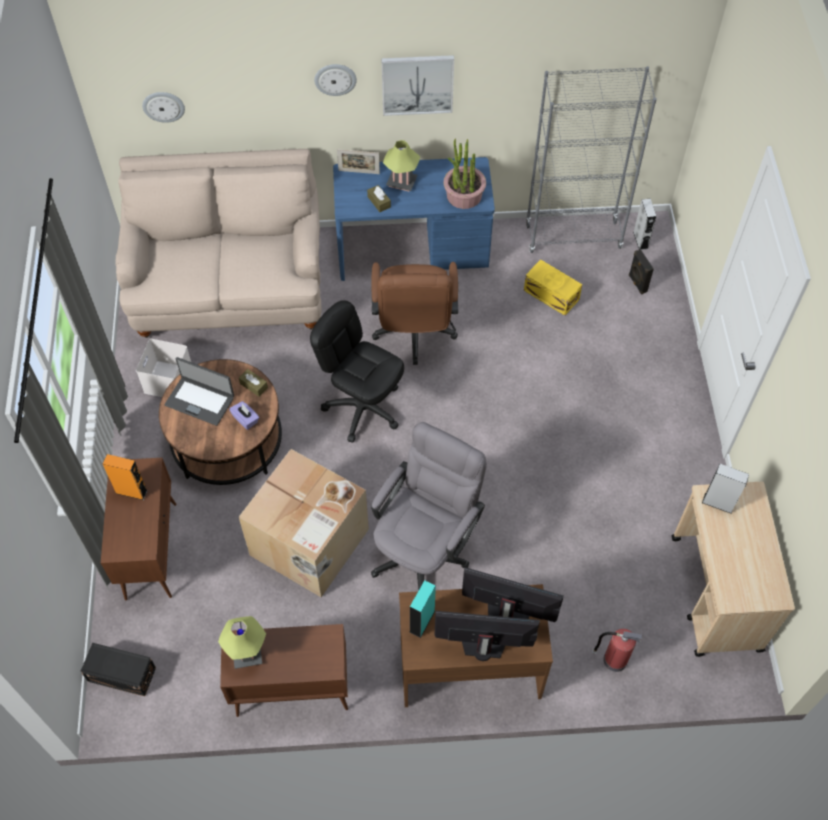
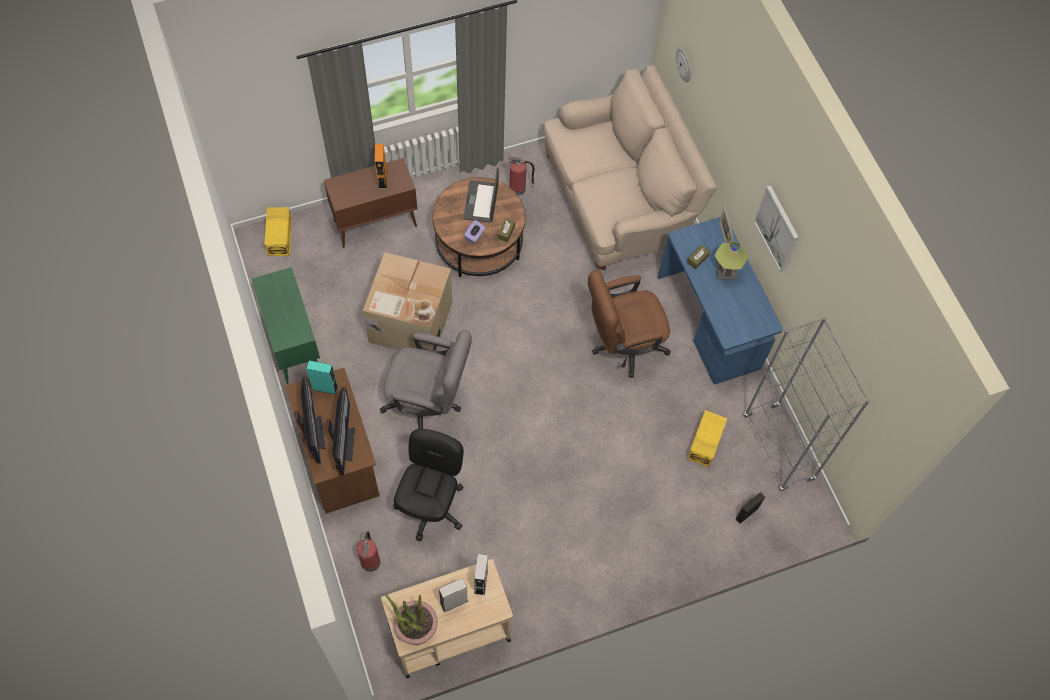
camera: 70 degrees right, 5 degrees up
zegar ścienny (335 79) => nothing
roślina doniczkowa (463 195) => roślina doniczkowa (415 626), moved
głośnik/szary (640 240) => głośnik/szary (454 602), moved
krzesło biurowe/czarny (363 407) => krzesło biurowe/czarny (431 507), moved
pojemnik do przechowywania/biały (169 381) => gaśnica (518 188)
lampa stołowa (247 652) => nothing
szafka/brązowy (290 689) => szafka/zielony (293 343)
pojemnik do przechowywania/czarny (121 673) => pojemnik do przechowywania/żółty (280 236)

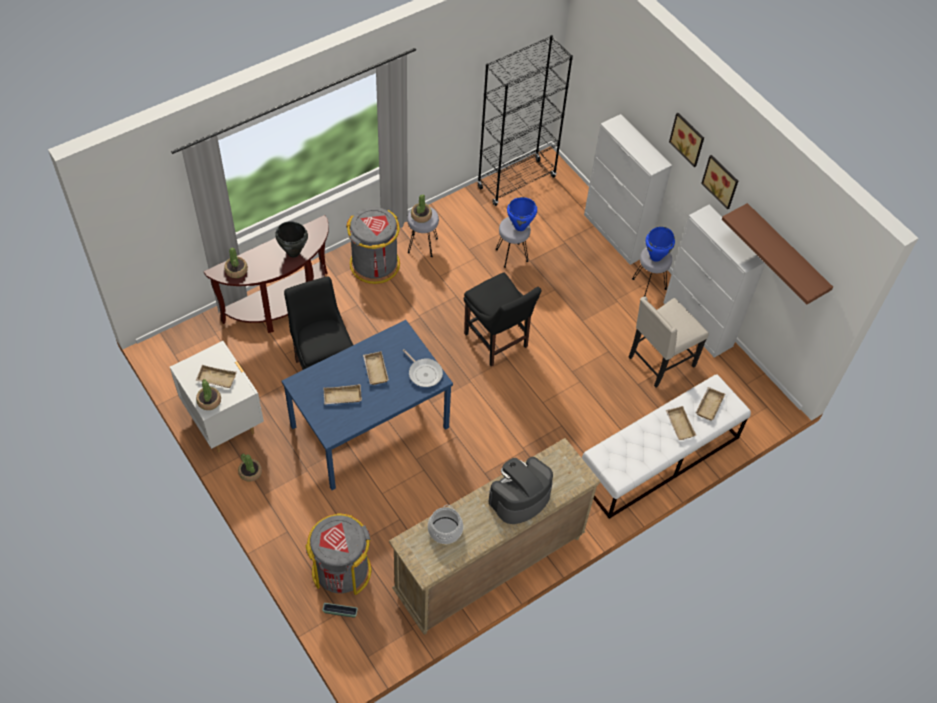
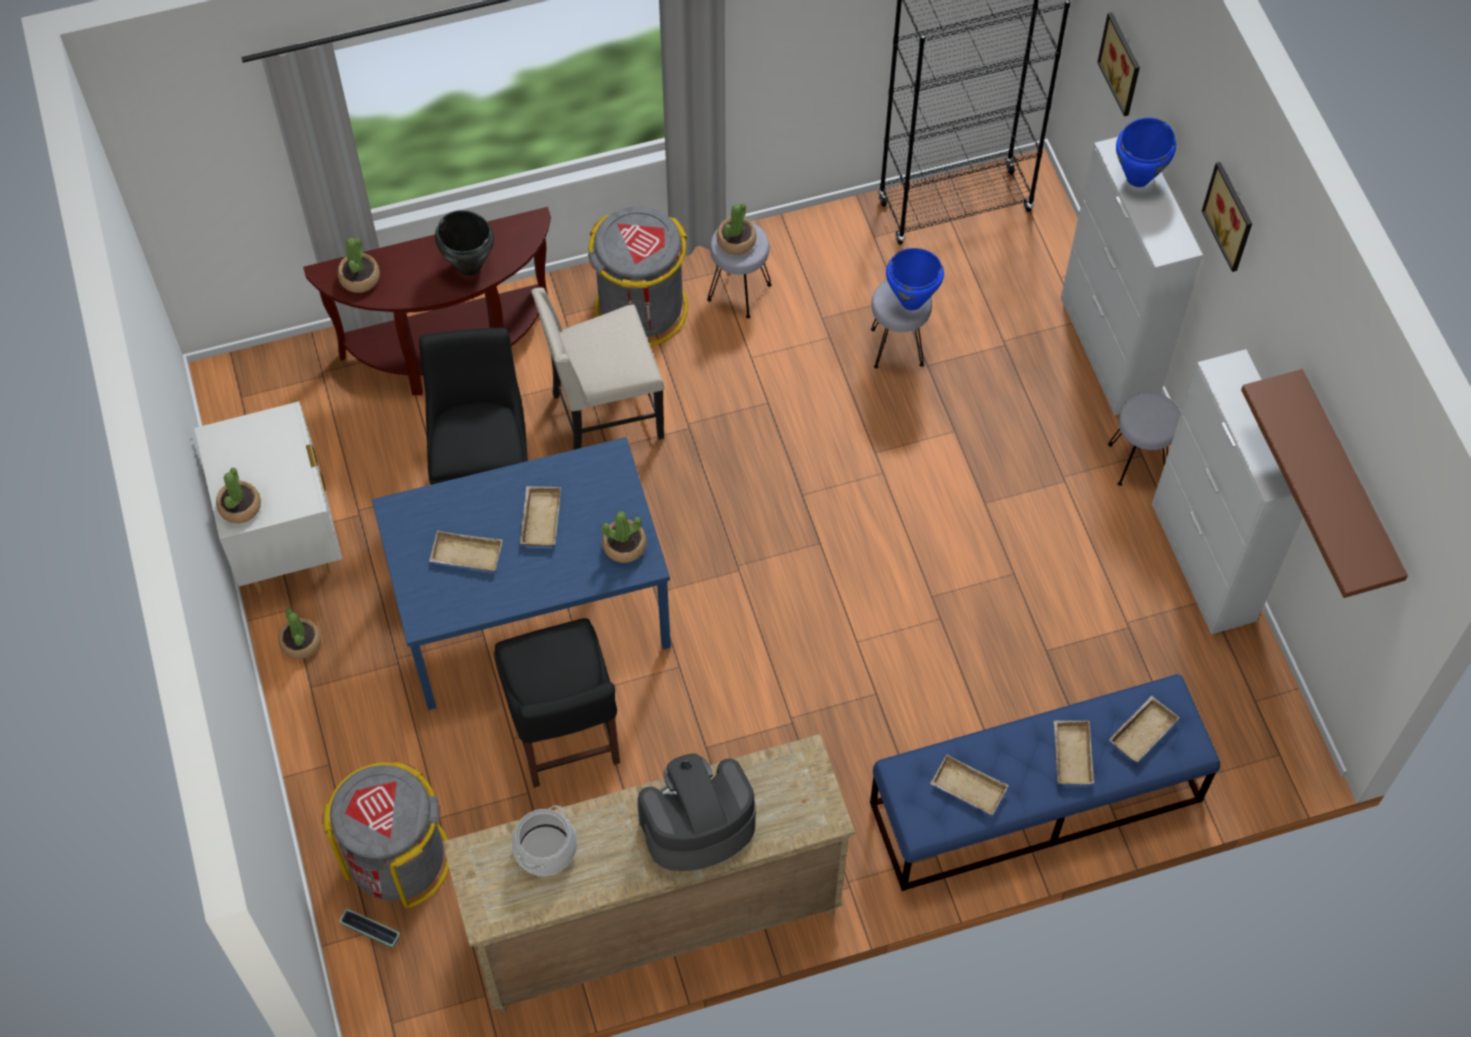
camera: 20 degrees right, 5 degrees up
obraz (721 181) => obraz (1123 63), moved
garnek/niebieski (656 257) => garnek/niebieski (1138 178), moved
krzesło/czarny (497 342) => krzesło/czarny (565 740), moved
krzesło/beżowy (659 362) => krzesło/beżowy (604 415), moved
patelnia (424 373) => roślina doniczkowa (624 545)
taca/beżowy (216 379) => taca/beżowy (966 789), moved
ławka/biały (658 459) => ławka/niebieski (1034 802)

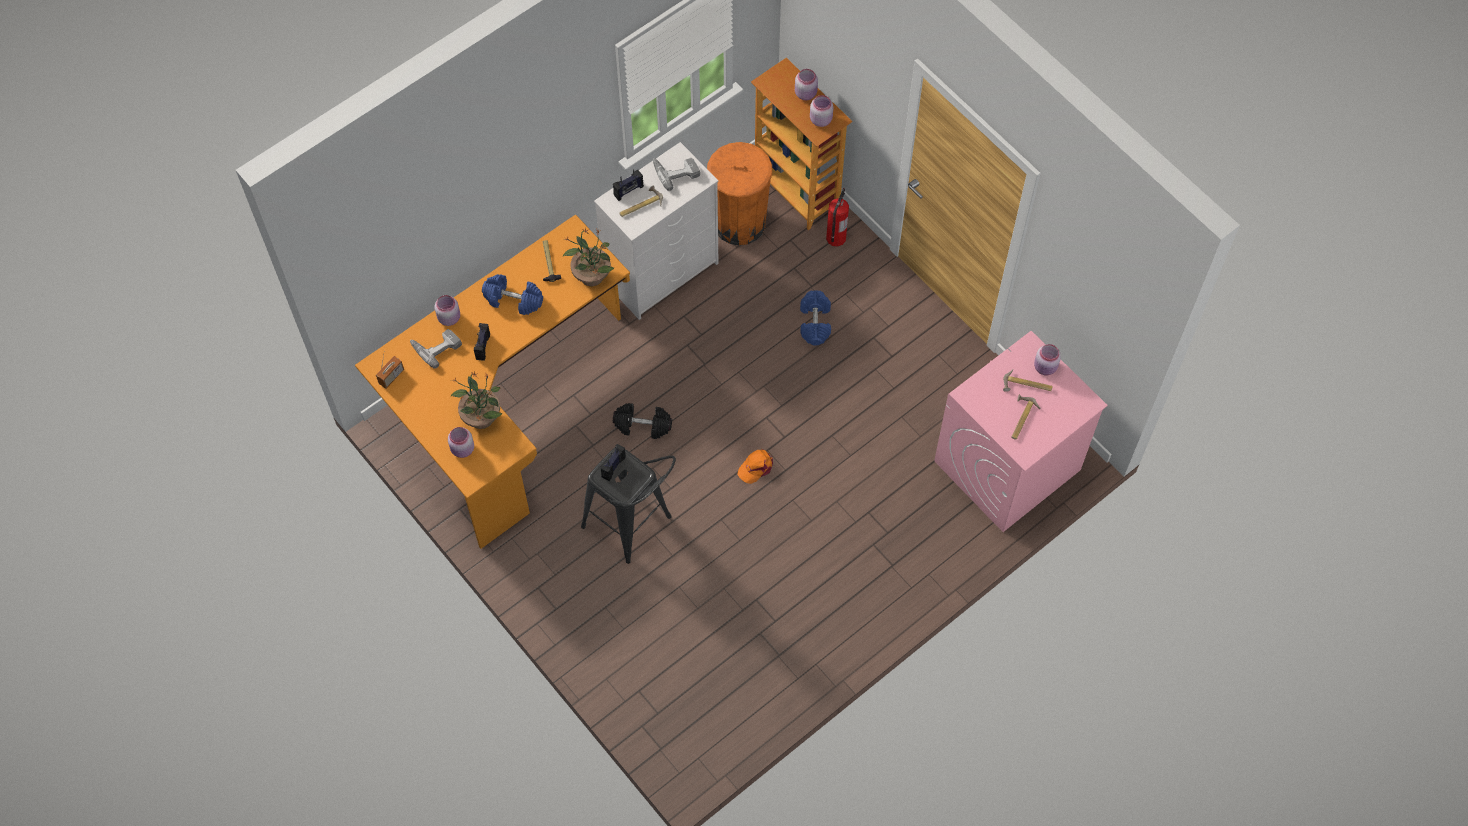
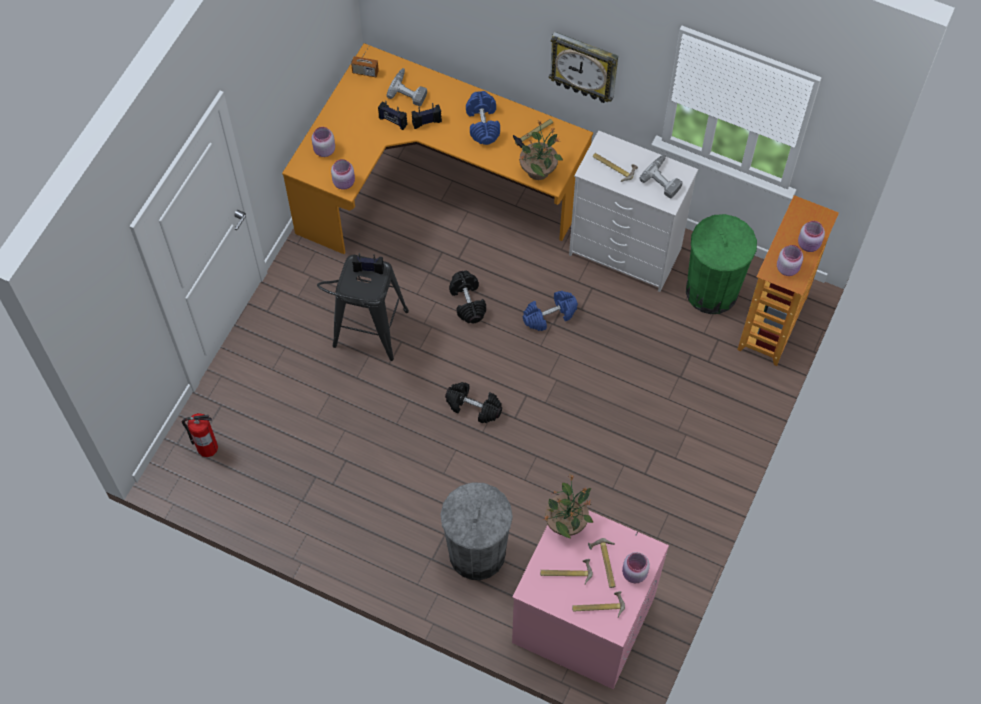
camera: 65 degrees right, 0 degrees up
kosz na śmieci/pomarańczowy (739 222) => kosz na śmieci/zielony (712 291)
radio (628 191) => radio (393 121), moved
gaśnica (836 238) => gaśnica (207 447), moved
hantel/niebieski (815 323) => hantel/niebieski (549 316), moved
słoik/różowy (449 317) => słoik/różowy (344 182), moved
roślina doniczkowa (481 417) => roślina doniczkowa (566 522), moved
czapka z daszkiem/pomarańczowy (756 467) => hantel/czarny (473 407)
nothing => zegar ścienny (584 67)
nothing => kosz na śmieci/szary (477 553)
nothing => młotek (598 605)

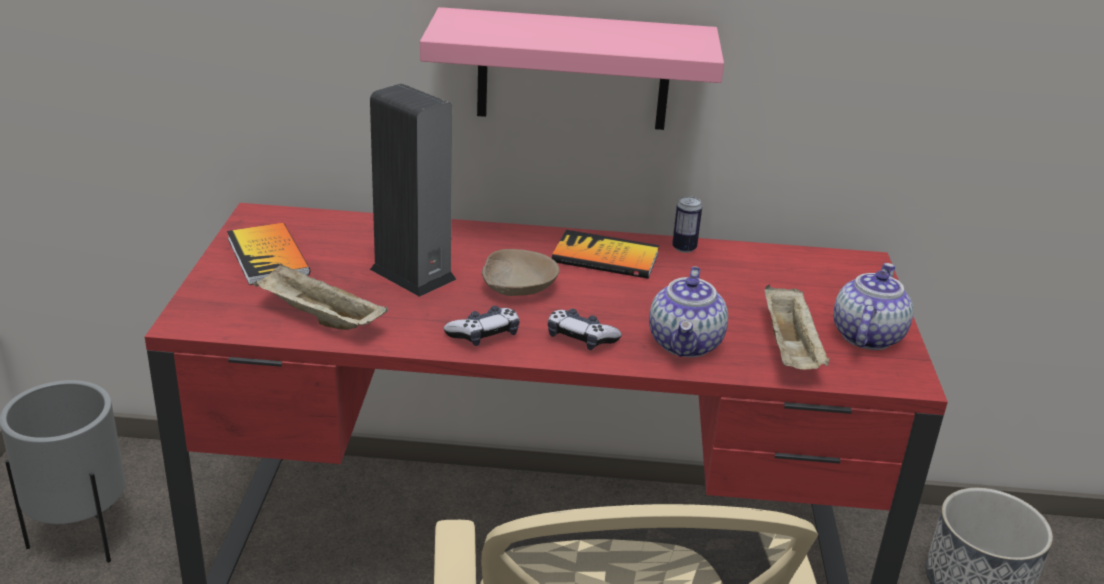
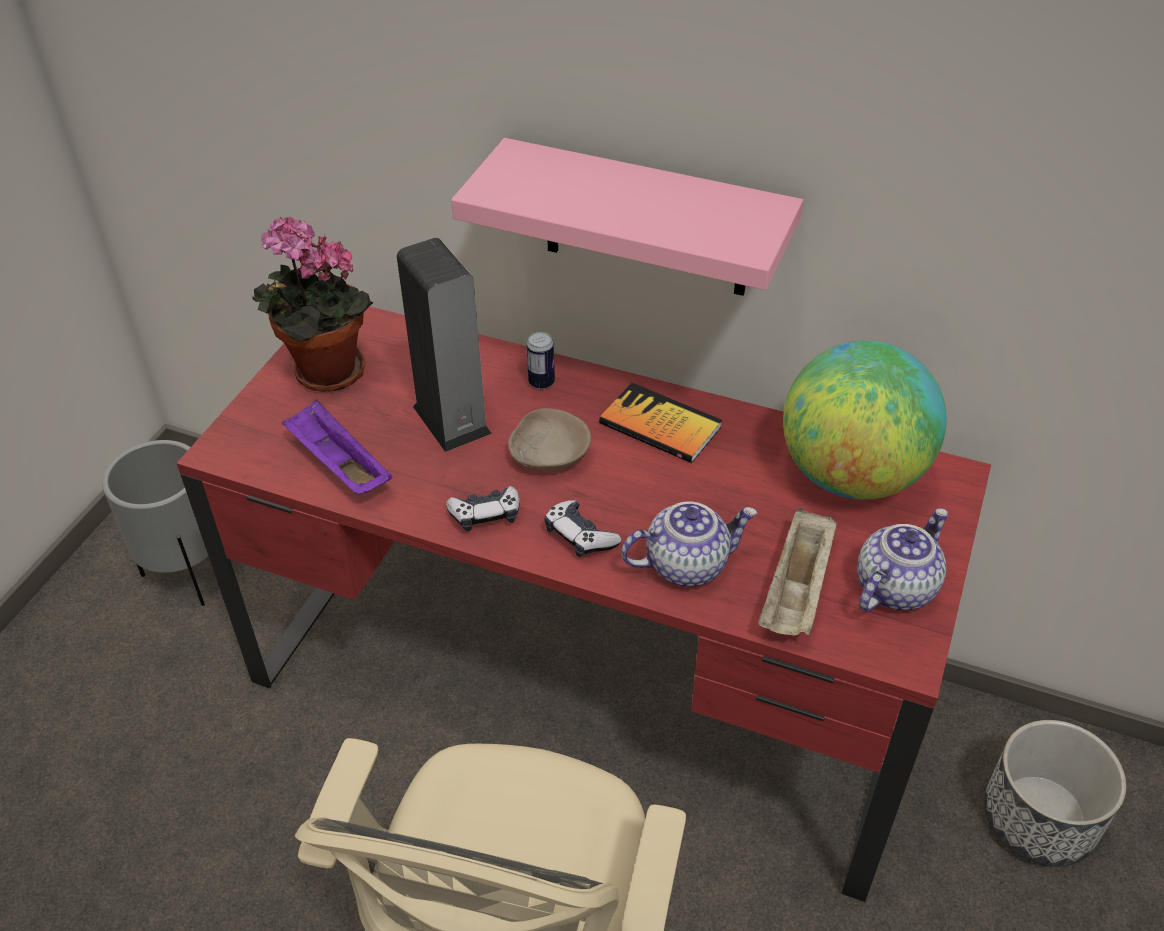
camera: 20 degrees right, 15 degrees up
puszka (684 248) => puszka (541 382), moved
książka (268 256) => roślina doniczkowa (324 374)
taca/beżowy (318 318) => taca/fioletowy (338 465)
imbryk (686 344) => imbryk (686 564), 135 degrees counterclockwise
nothing => globus (851 476)

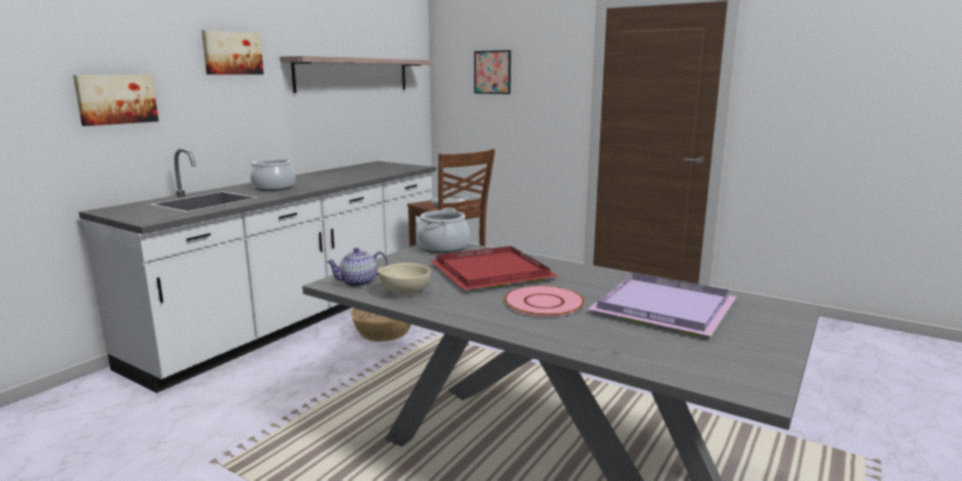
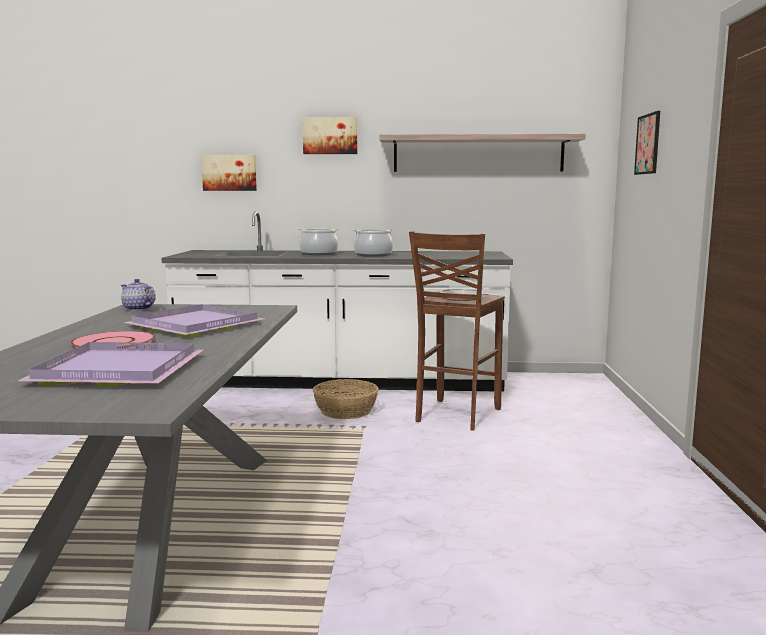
camera: 60 degrees right, 5 degrees down
garnek (443 247) => garnek (373 255), moved
taca/czerwony (488 272) => taca/fioletowy (196 324)
miska/beżowy (404 292) => nothing

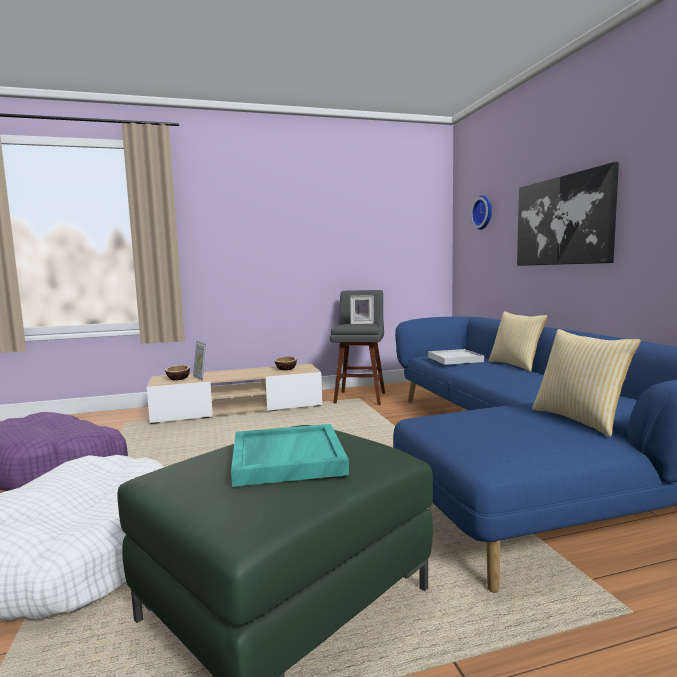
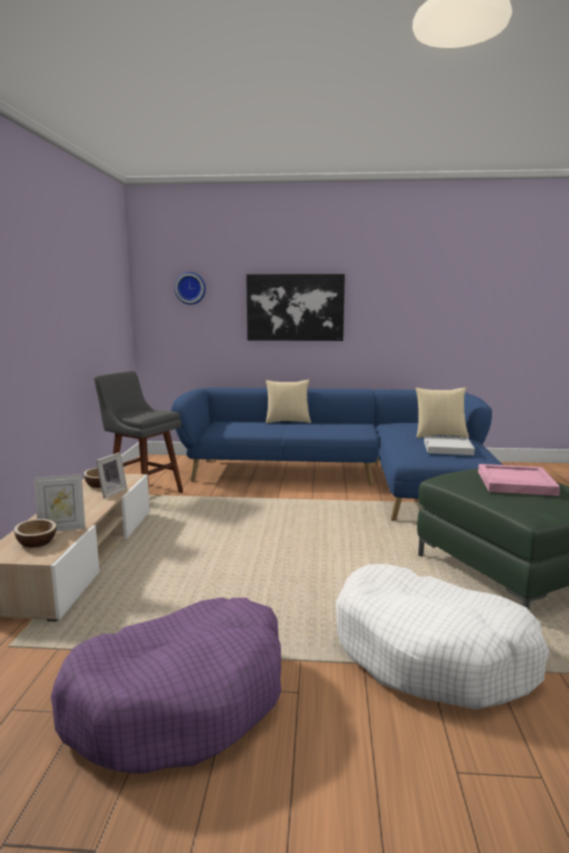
camera: 70 degrees left, 5 degrees up
ramka na zdjęcie (362 323) => ramka na zdjęcie (111 492), moved
taca/biały (455 359) => taca/biały (447 448), moved
taca/turkusowy (286 458) => taca/różowy (515 483)

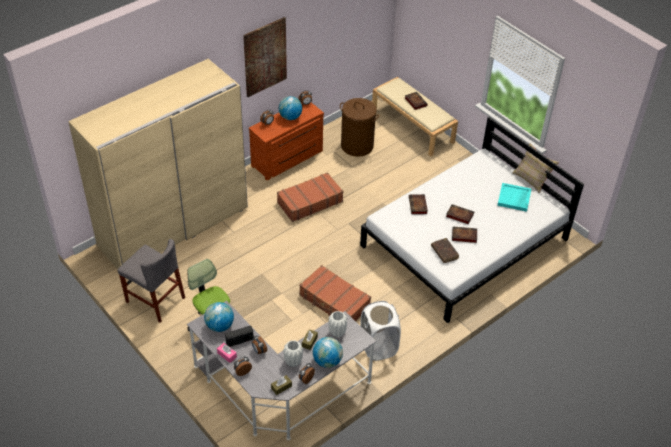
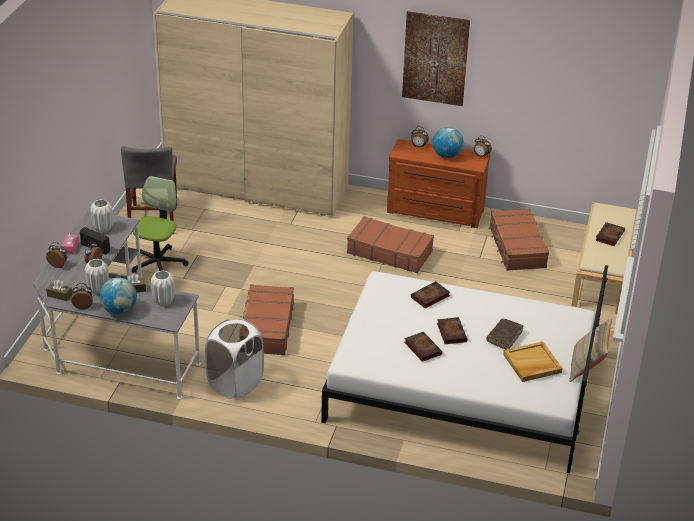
camera: 55 degrees right, 10 degrees down
kosz na pranie/brązowy (357 145) => walizka/brązowy (517 247)
taca/turkusowy (514 198) => taca/beżowy (532 364)
książka/brązowy (444 252) => książka/brązowy (504 337), moved
globus (219 326) => wazon/biały (103 228)

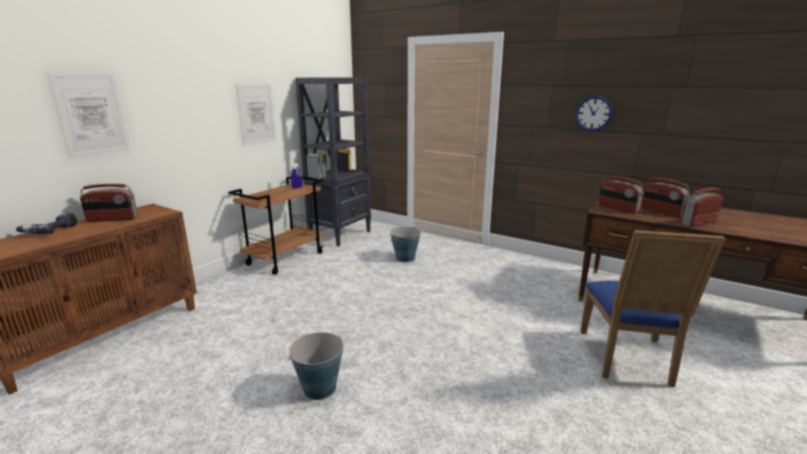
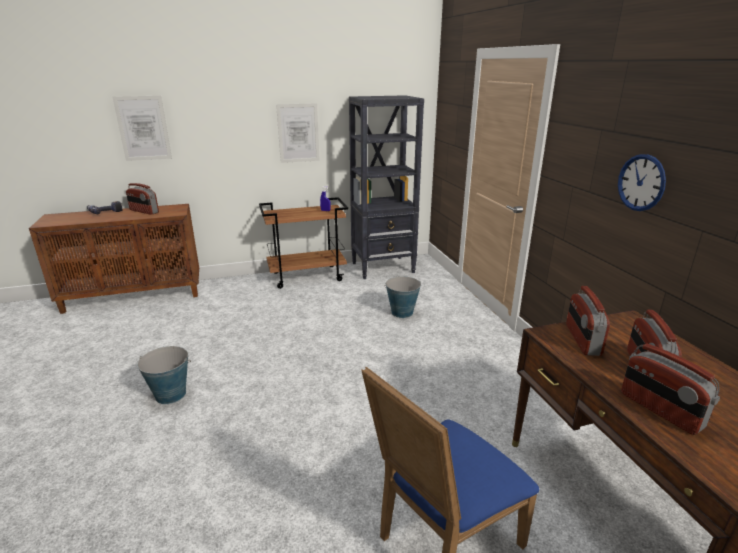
camera: 40 degrees right, 5 degrees up
radio (697 223) => radio (660 410), 135 degrees counterclockwise

